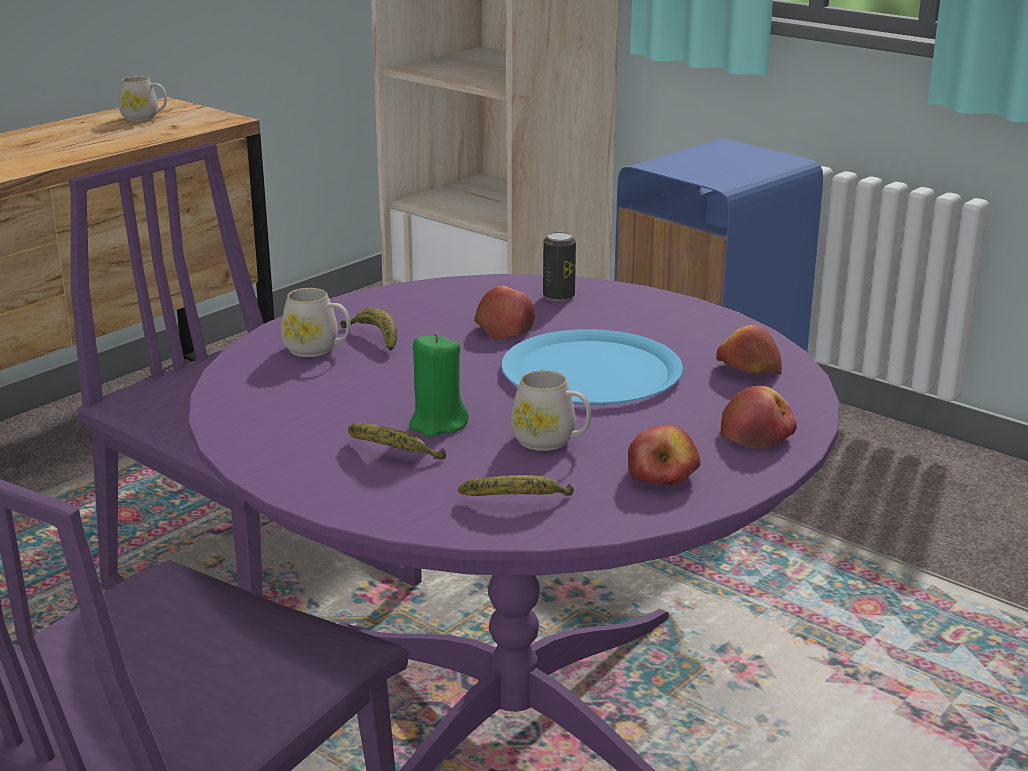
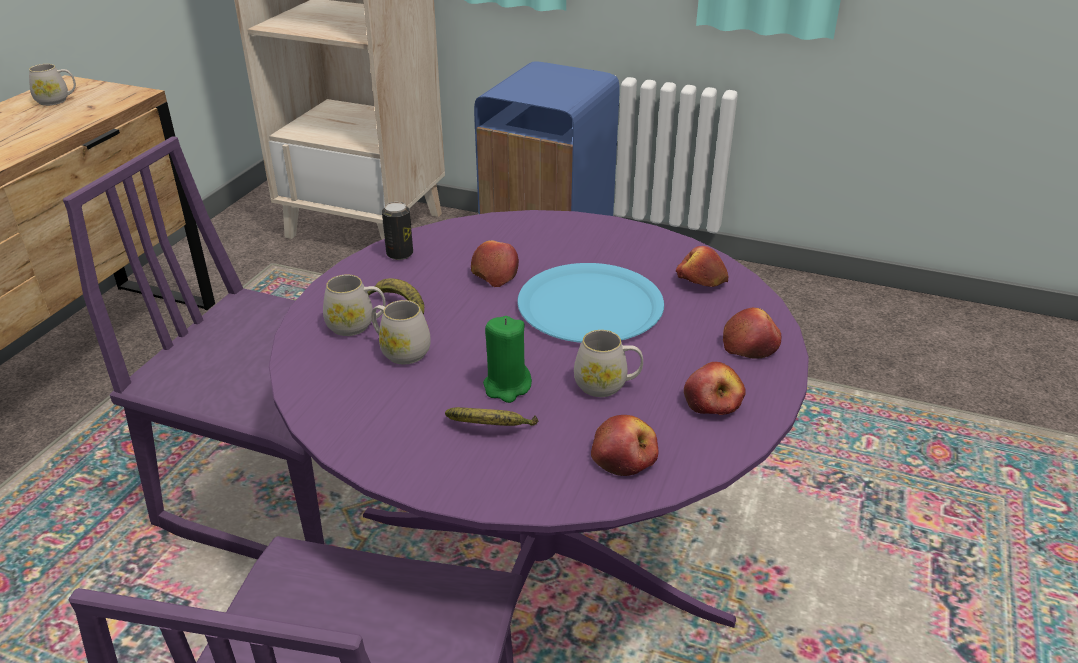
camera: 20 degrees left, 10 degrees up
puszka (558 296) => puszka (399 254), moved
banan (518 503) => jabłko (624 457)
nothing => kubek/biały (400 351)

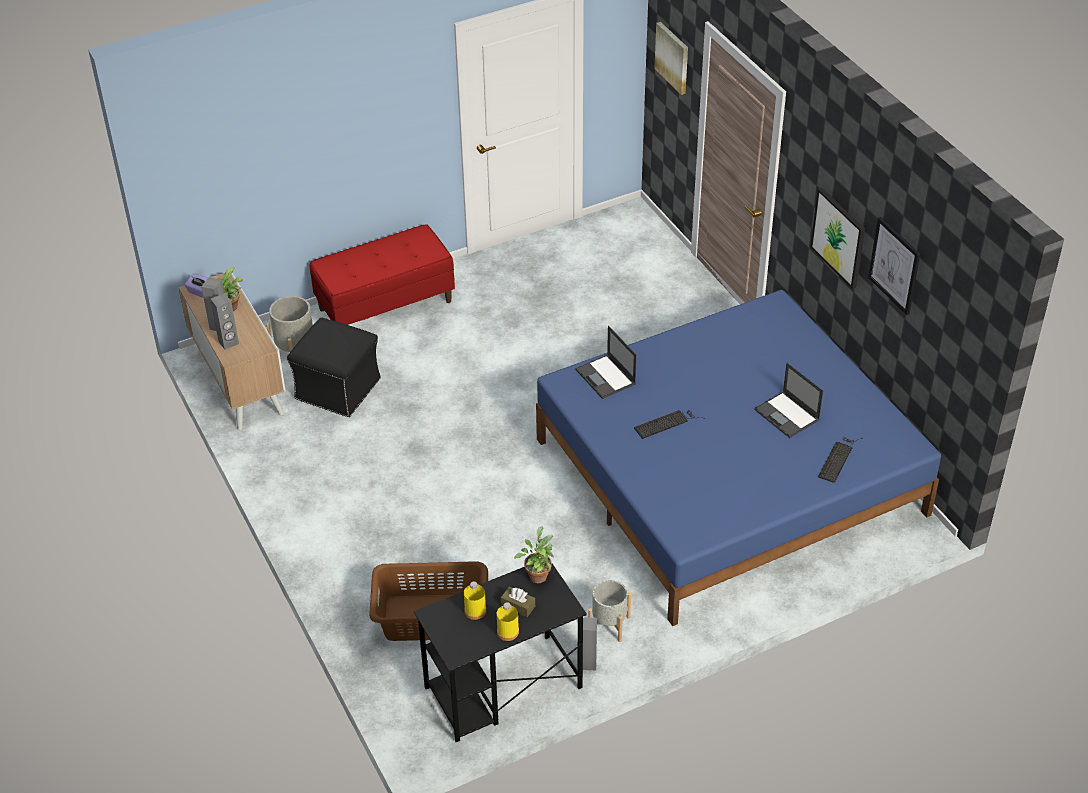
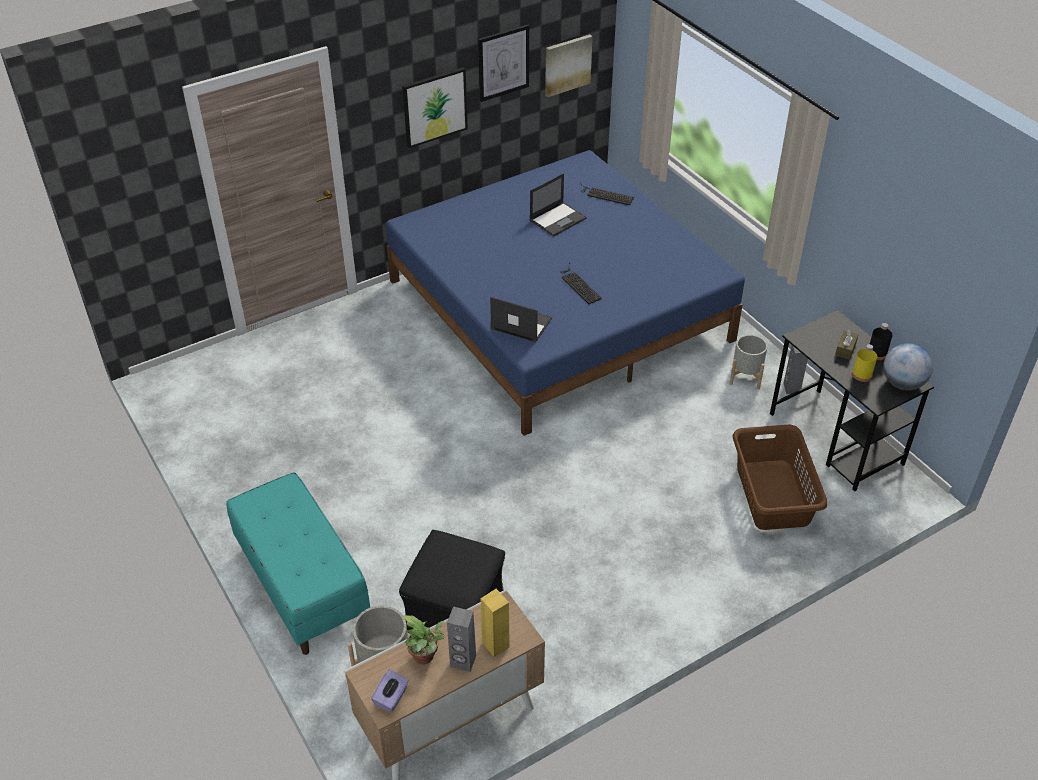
camera: 95 degrees left, 0 degrees up
obraz (673 57) => obraz (567 65), moved
ławka/czerwony (385 305) => ławka/turkusowy (302 585)
głośnik/szary (229 343) => głośnik/żółty (496 644)
laptop (606 377) => laptop (520 323), 120 degrees counterclockwise
roślina doniczkowa (537 574) => nothing
butelka/żółty (508 632) => butelka/czarny (877 353)
nothing => globus (902 383)

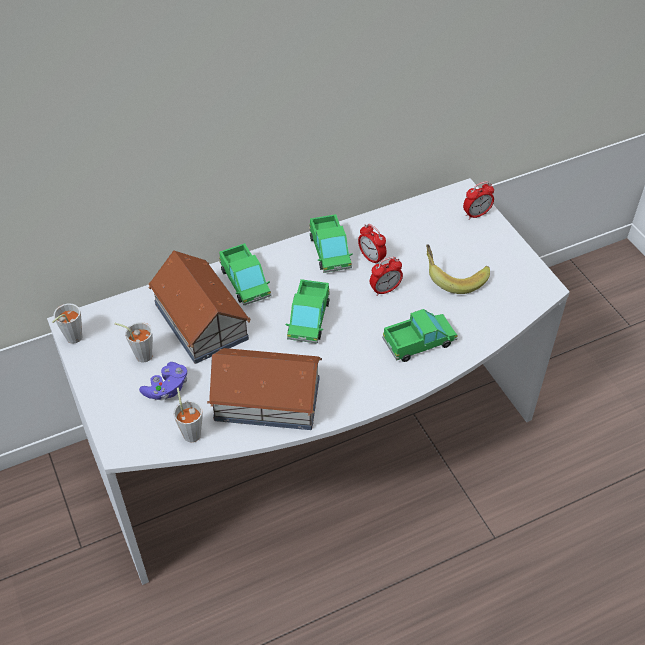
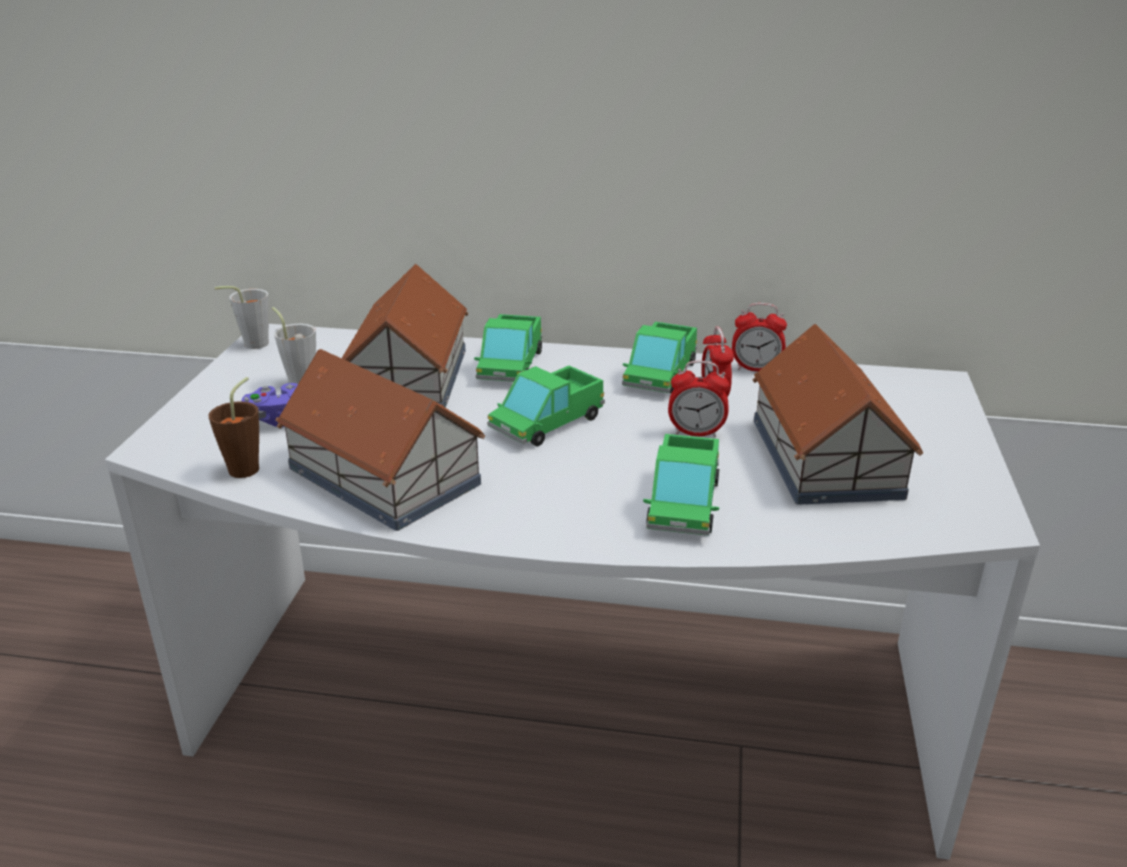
camera: 35 degrees right, 20 degrees down
budzik (476 214) => budzik (756 369), moved
banan (453 277) => domek (825 456)
ciężarówka zabawkowa (419 342) => ciężarówka zabawkowa (683 504), 90 degrees clockwise
filiżanka/szary (191 431) => filiżanka/brązowy (248 466)

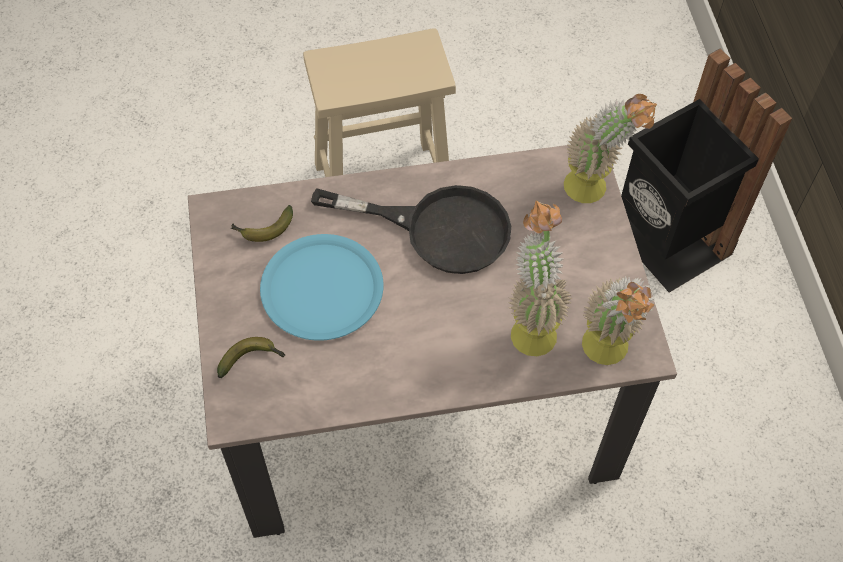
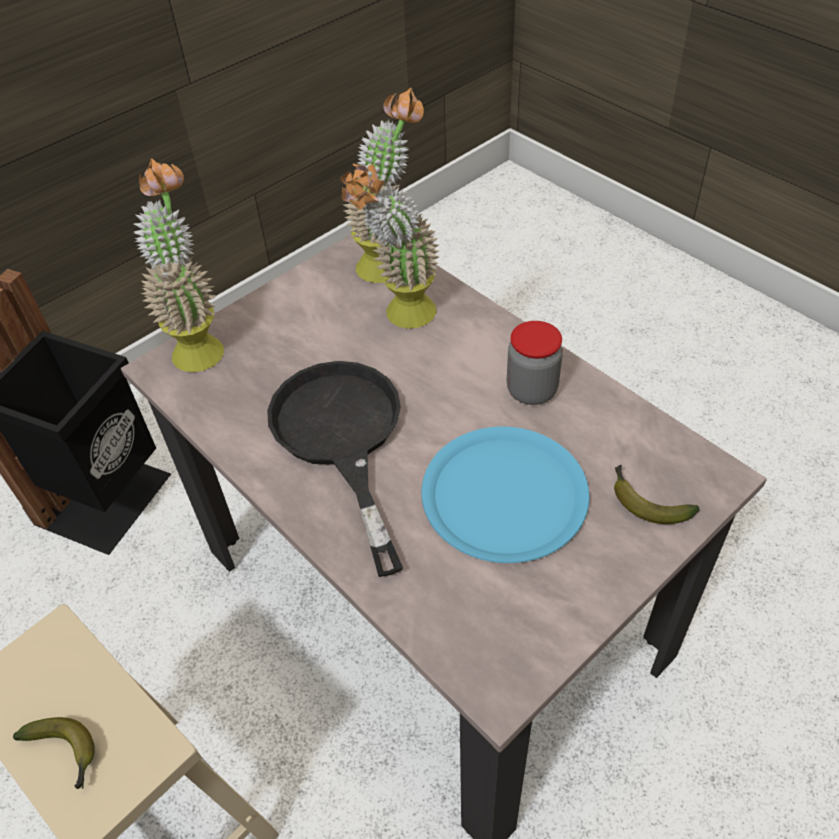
camera: 120 degrees left, 10 degrees down
banan (263 229) => banan (65 753), moved
nothing => słoik (531 390)

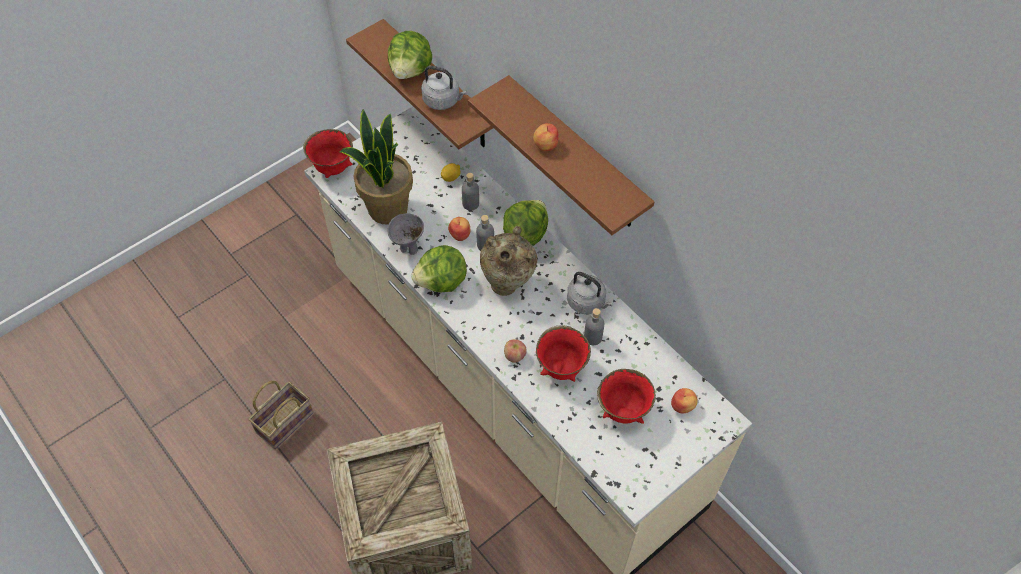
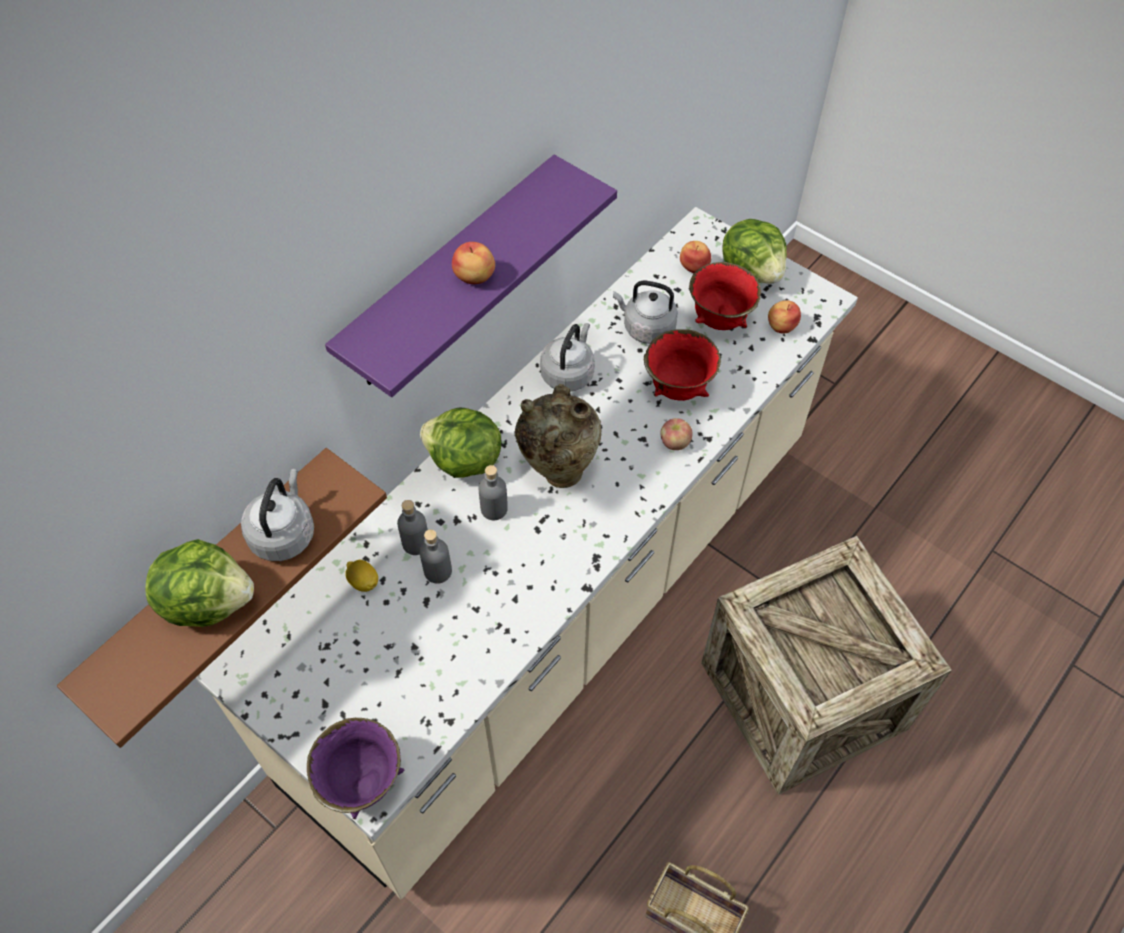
camera: 100 degrees left, 0 degrees up
półka/brązowy (576 156) => półka/fioletowy (450 276)
roślina doniczkowa (387 208) => nothing
miska/czerwony (333 168) => miska/fioletowy (362 782)
miska/szary (408 248) => nothing
jabłko (460 234) => jabłko (781 326), moved
sałata (442 282) => sałata (752 271), moved
butelka/szary (592 337) => butelka/szary (438 571), moved
nothing => czajnik/szary (646 328)

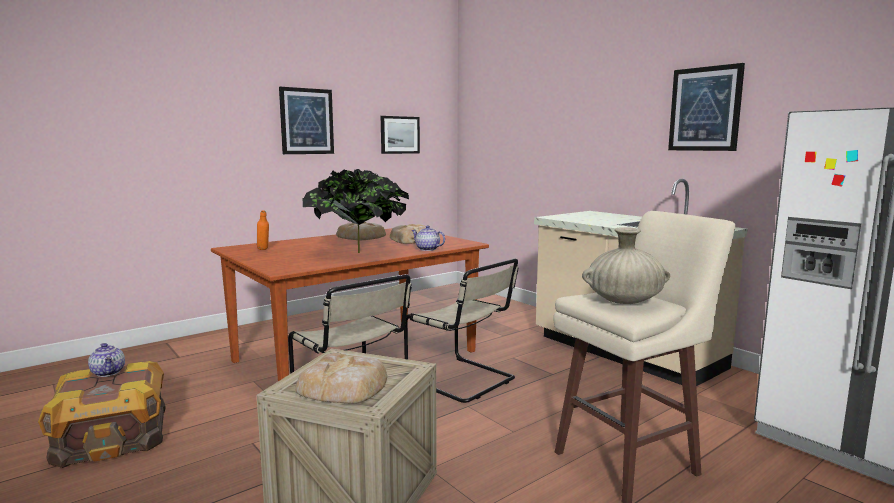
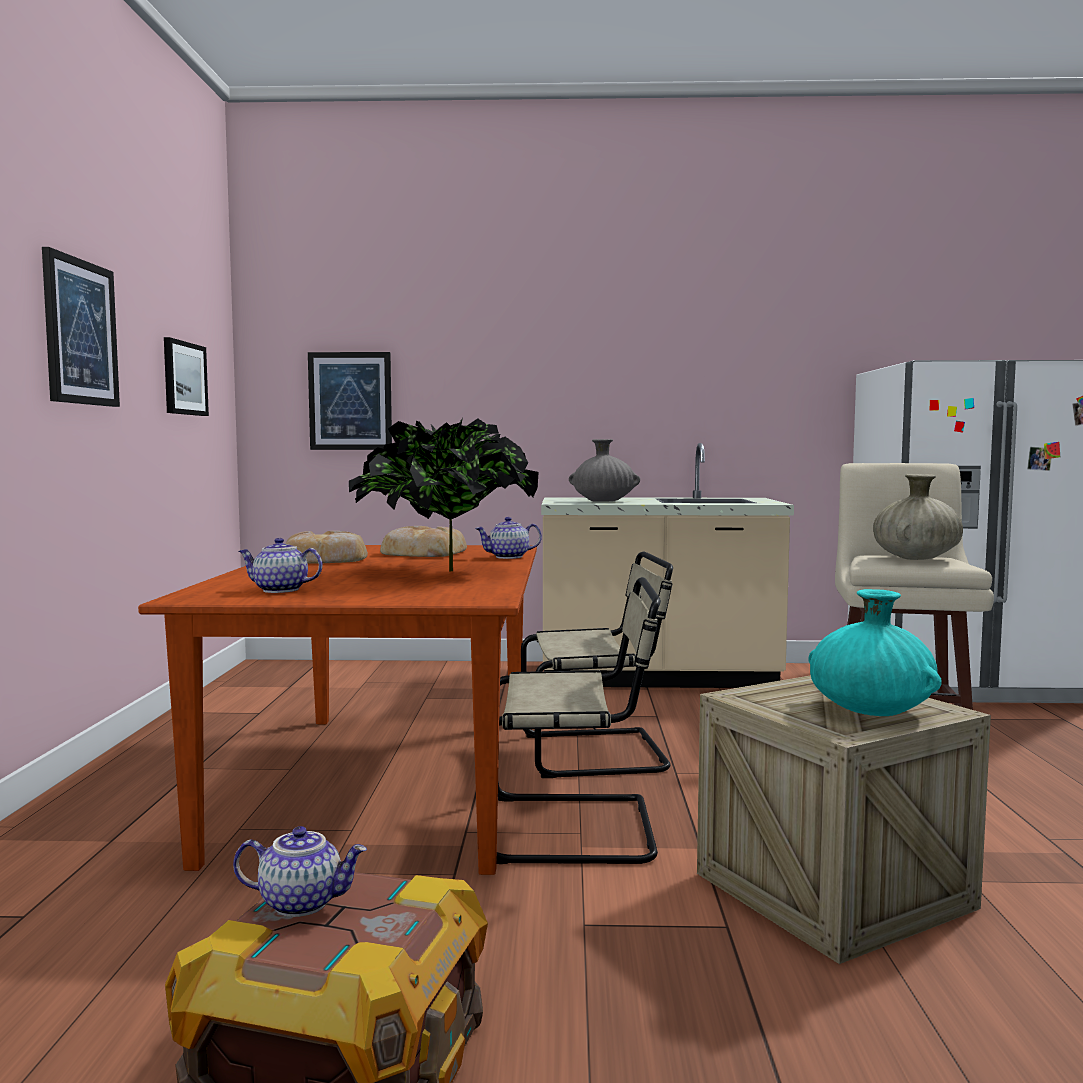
camera: 50 degrees left, 5 degrees down
obraz (705 109) => obraz (350 401), moved
butelka/pomarańczowy (264 250) => imbryk (279 590)
chleb (344 387) => wazon/turkusowy (870 710)
nothing => wazon/szary (603 501)

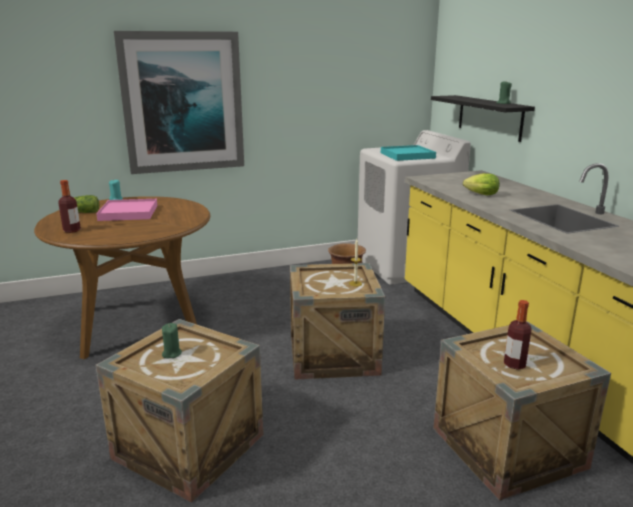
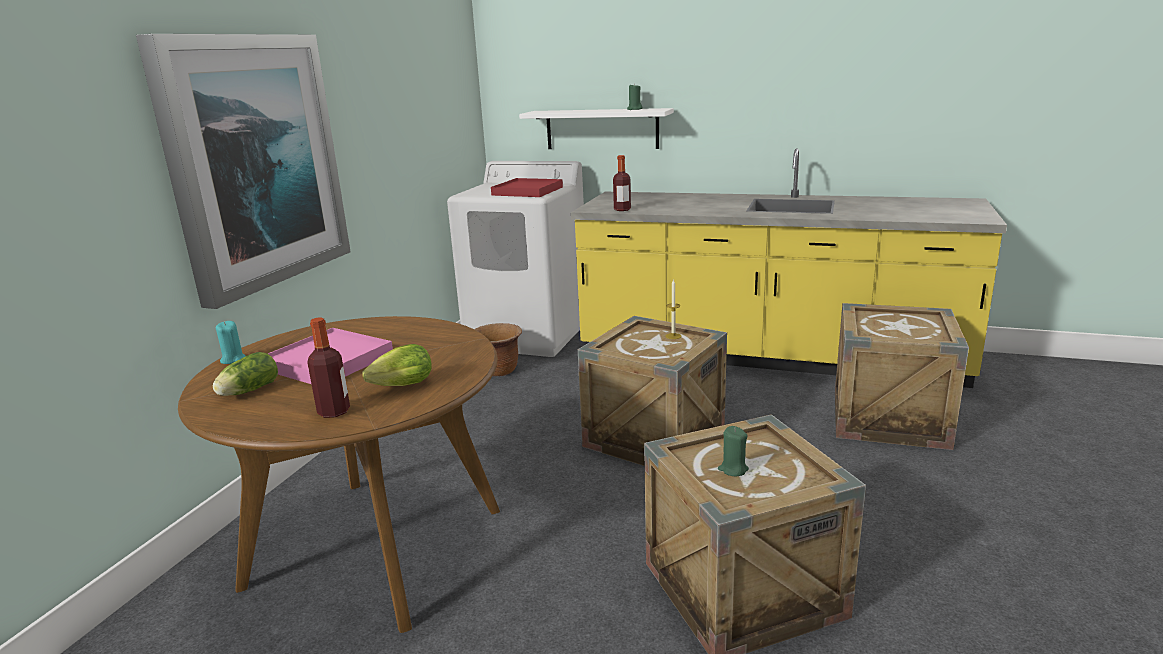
camera: 50 degrees left, 0 degrees up
półka/czarny (489 117) => półka/biały (602 129)
taca/turkusowy (407 155) => taca/czerwony (527 191)
sałata (479 194) => sałata (399 387), moved
butelka (514 364) => butelka (622 209), moved

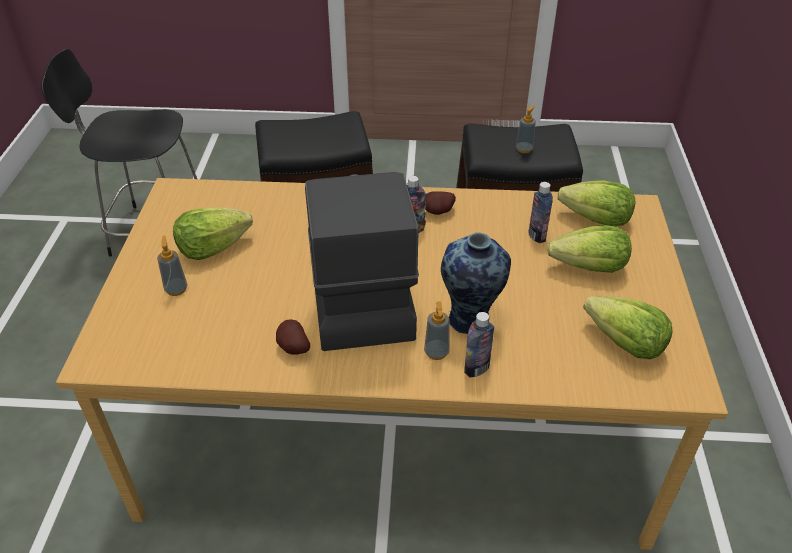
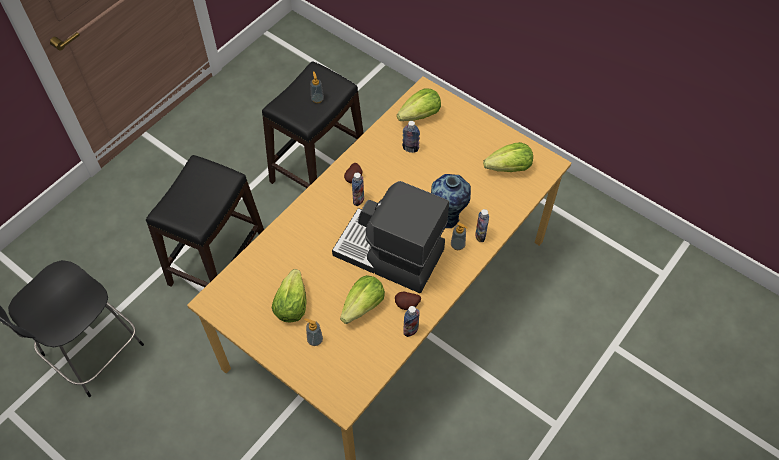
camera: 55 degrees left, 15 degrees up
sałata (590 268) => sałata (363 306), moved
nothing => butelka (411 330)

